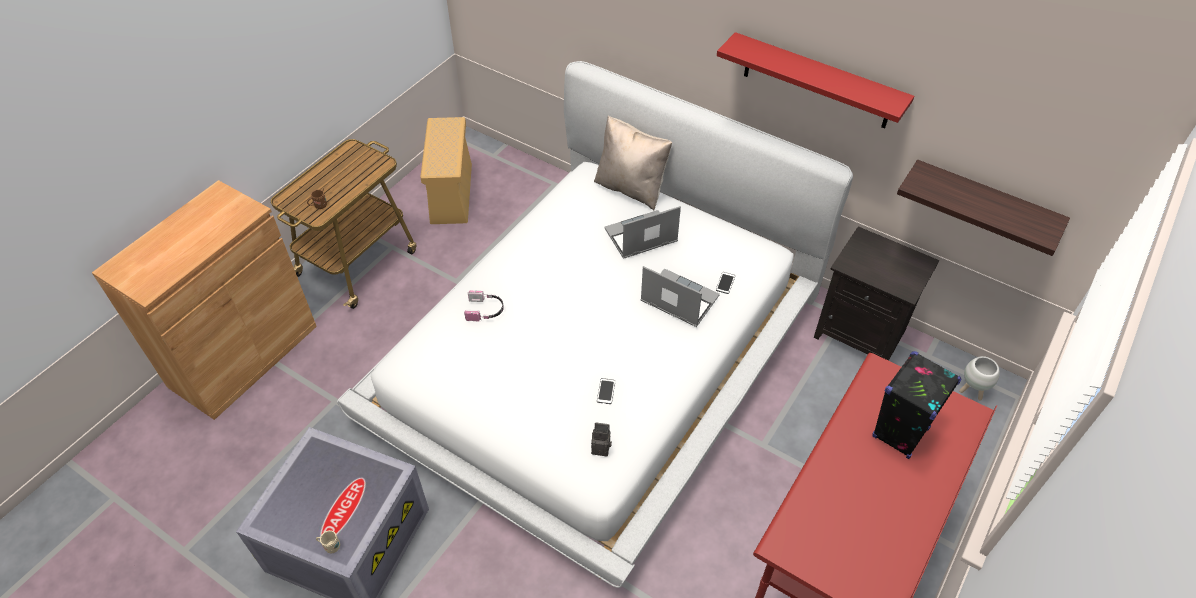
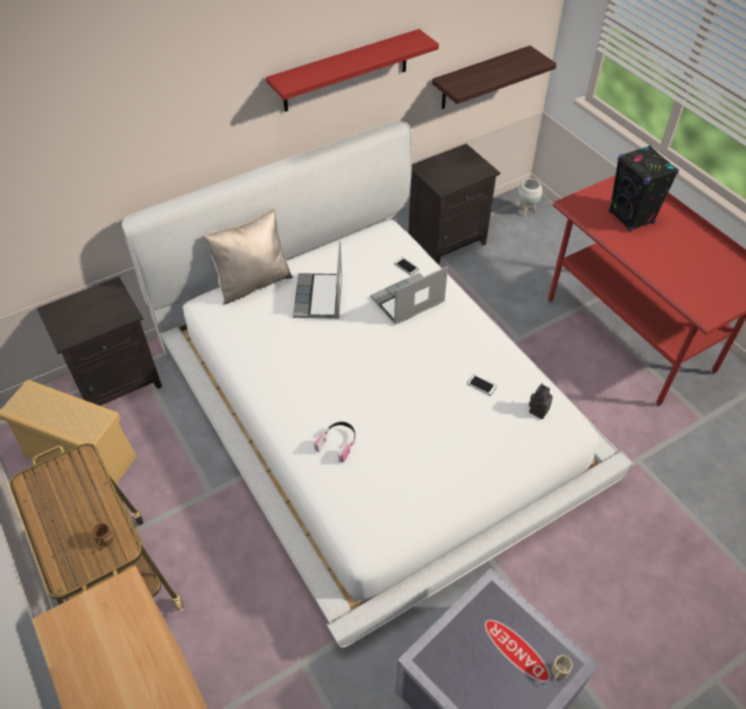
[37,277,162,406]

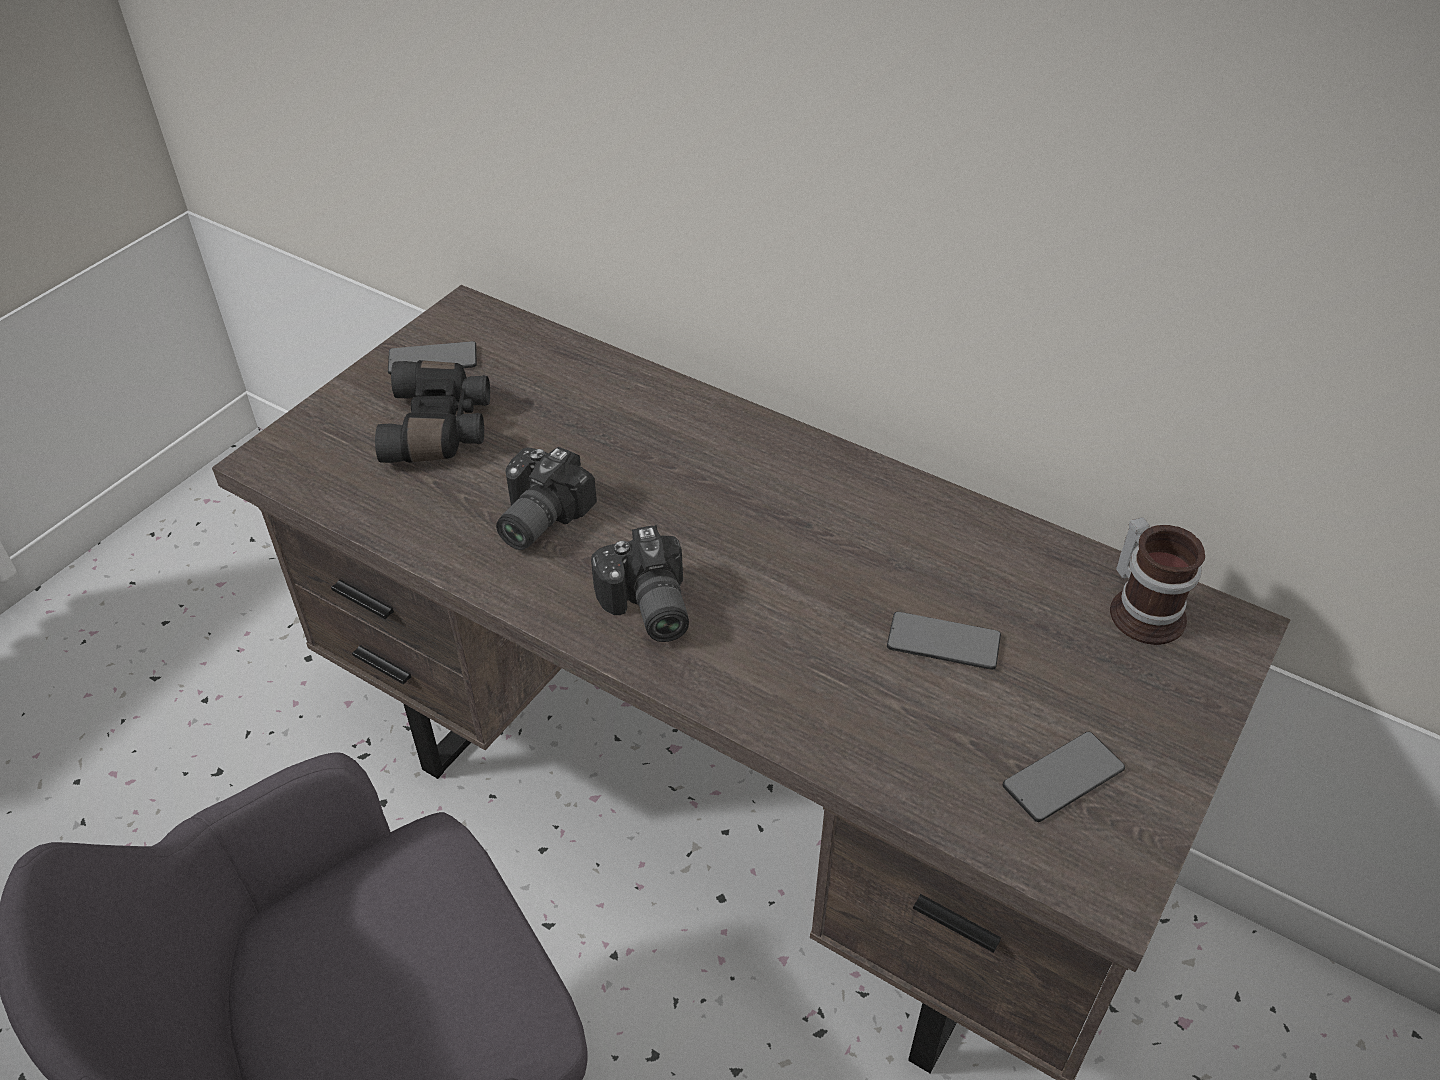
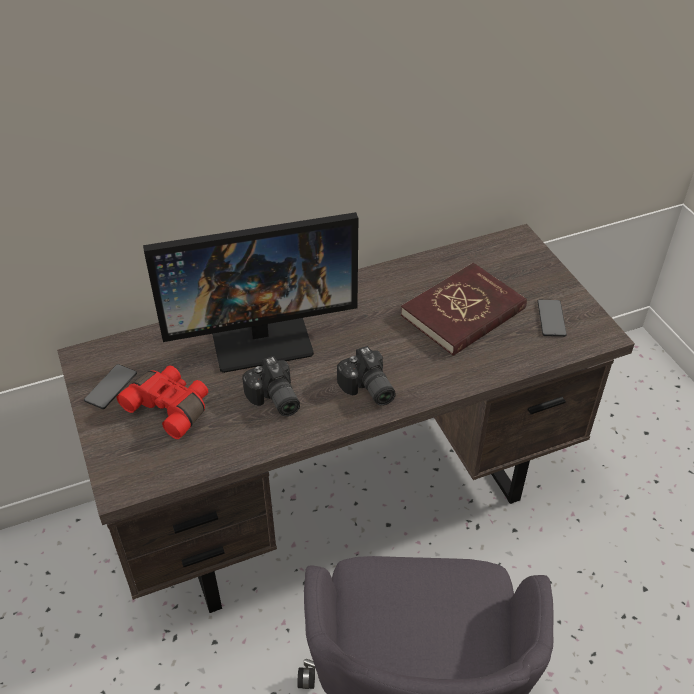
[117,366,208,439]
[337,346,396,406]
[401,263,527,356]
[1110,517,1205,645] (first image)
[143,212,358,373]

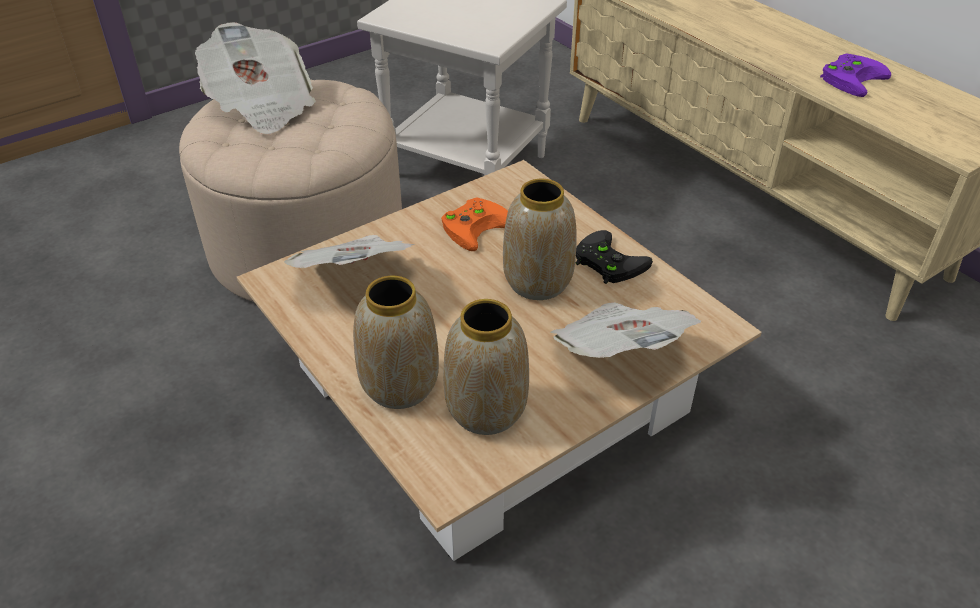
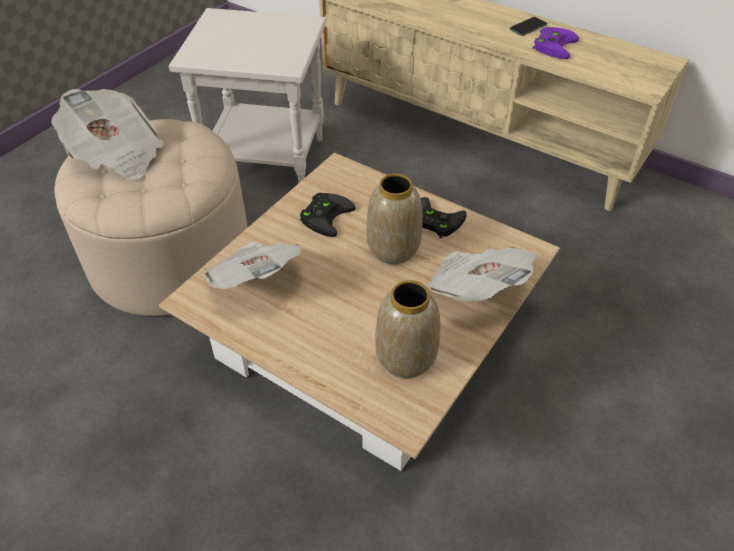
[353,276,439,409] (first image)
[300,193,356,237]
[509,17,547,36]

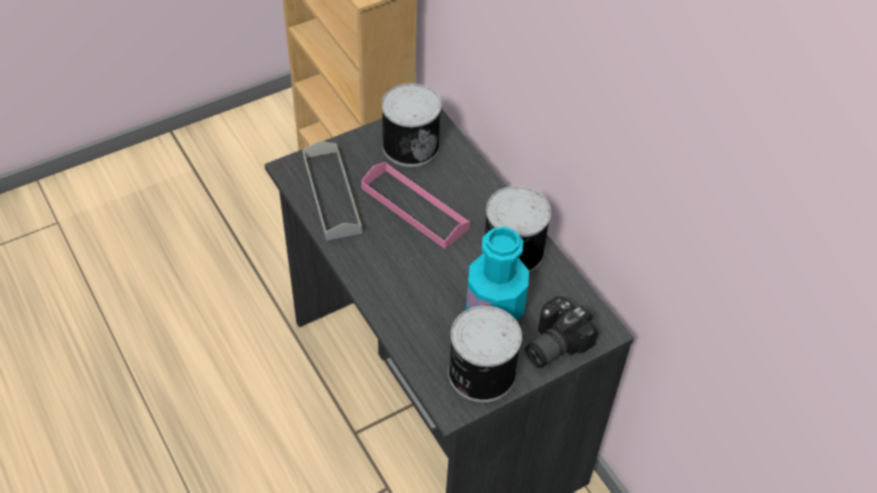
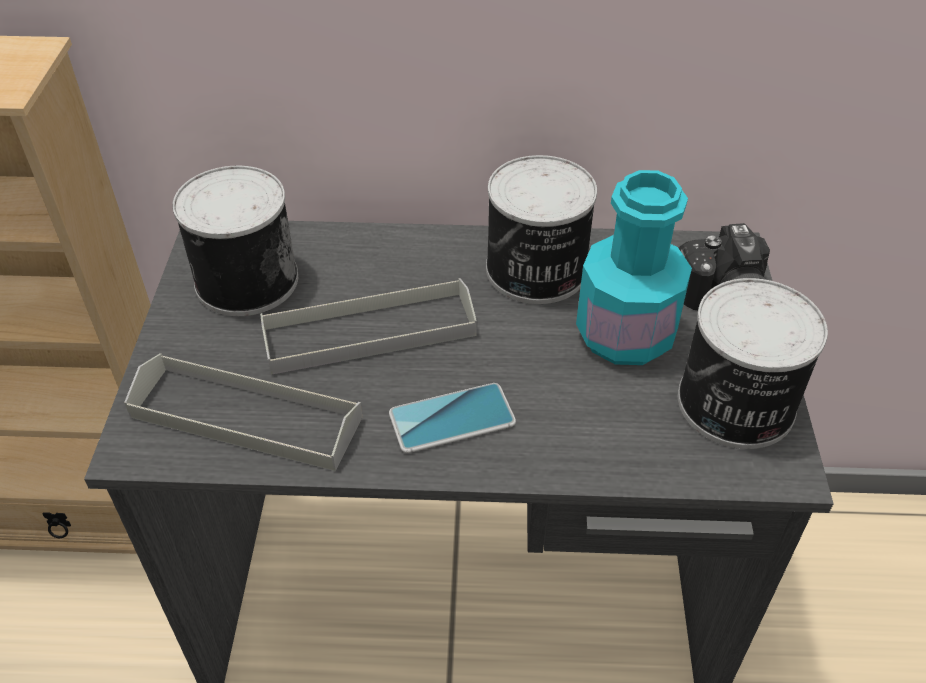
[260,278,477,375]
[389,383,516,453]

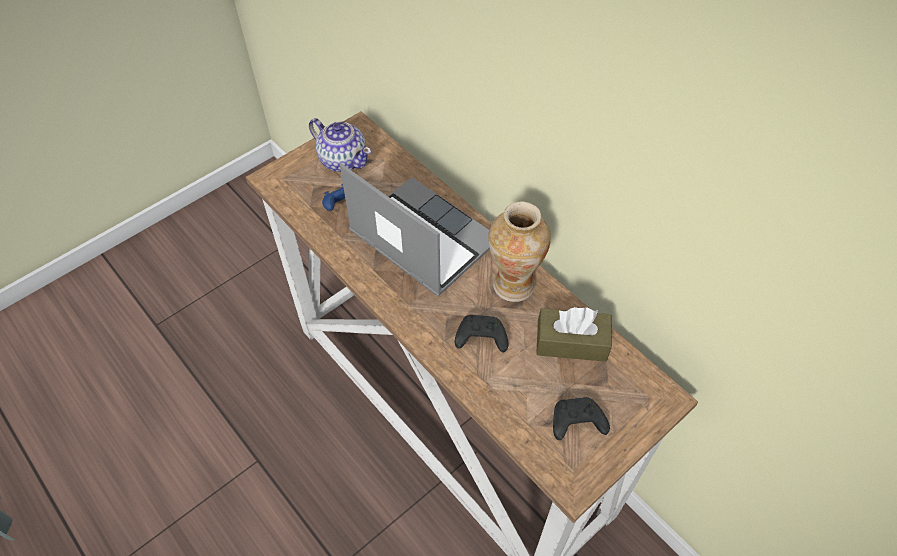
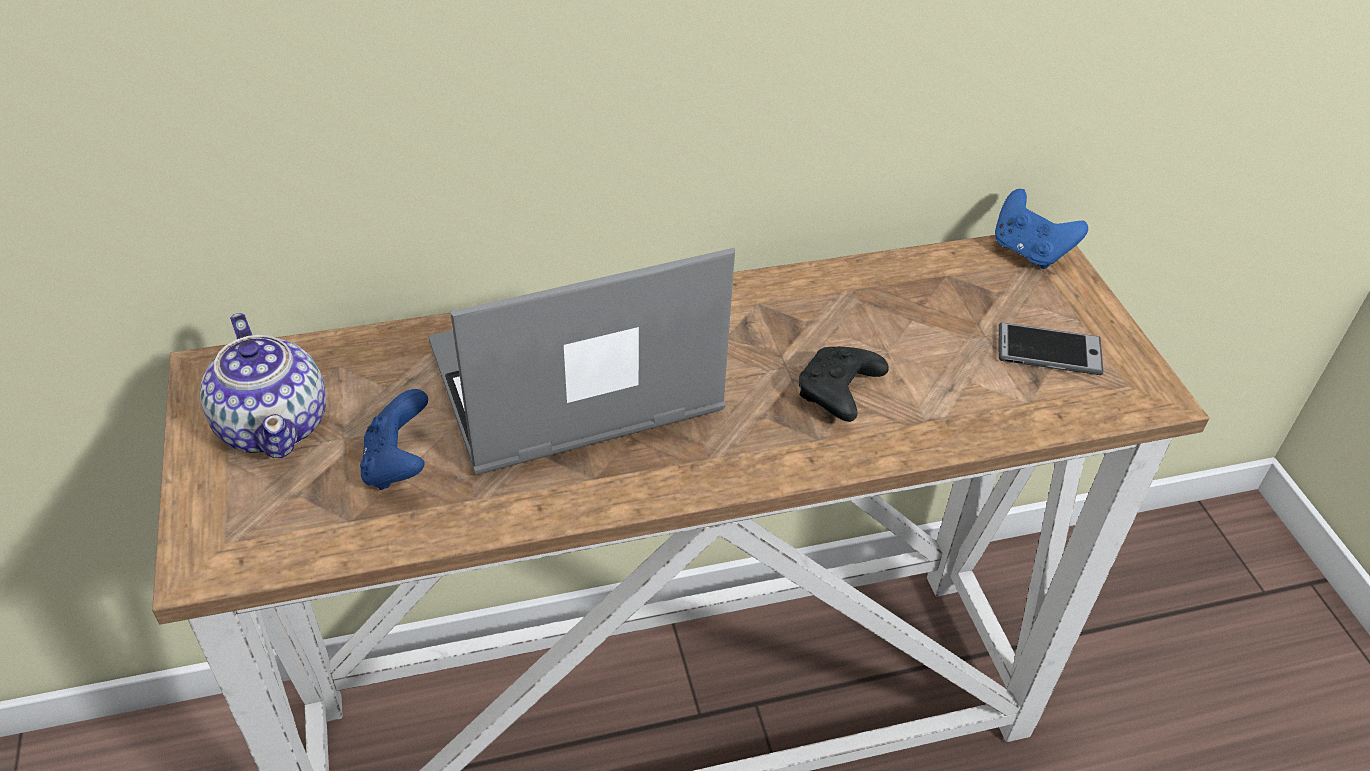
[200,313,326,458]
[488,201,551,302] (first image)
[536,307,612,362] (first image)
[999,322,1103,375]
[995,189,1088,269]

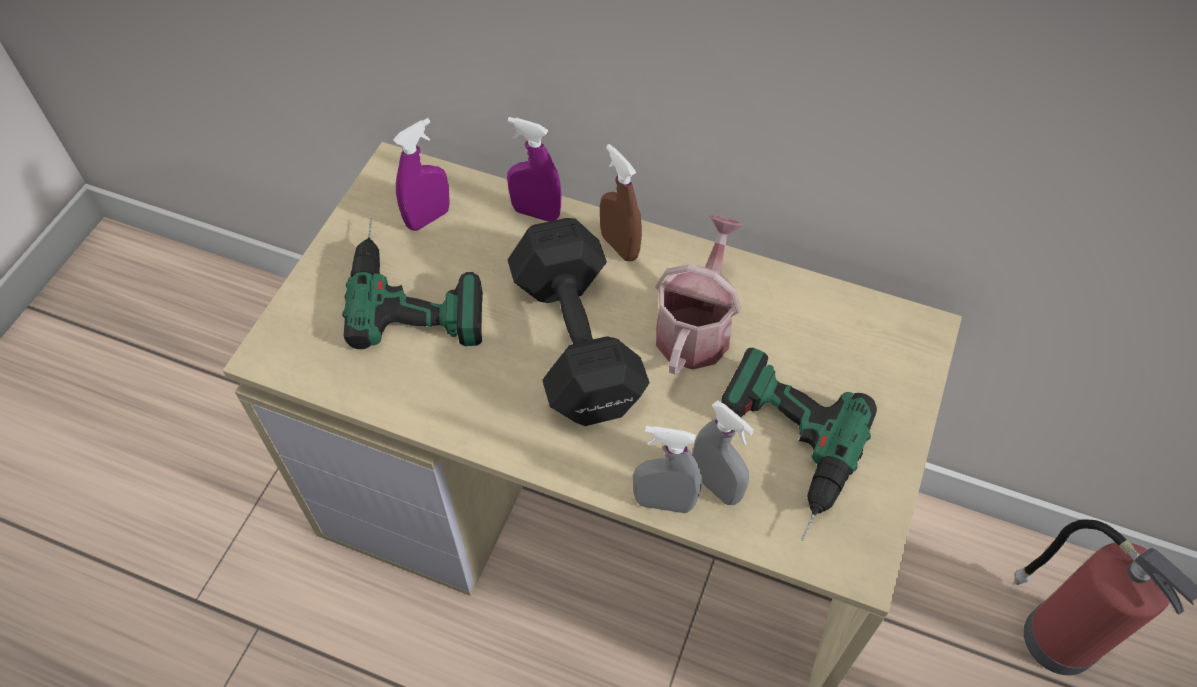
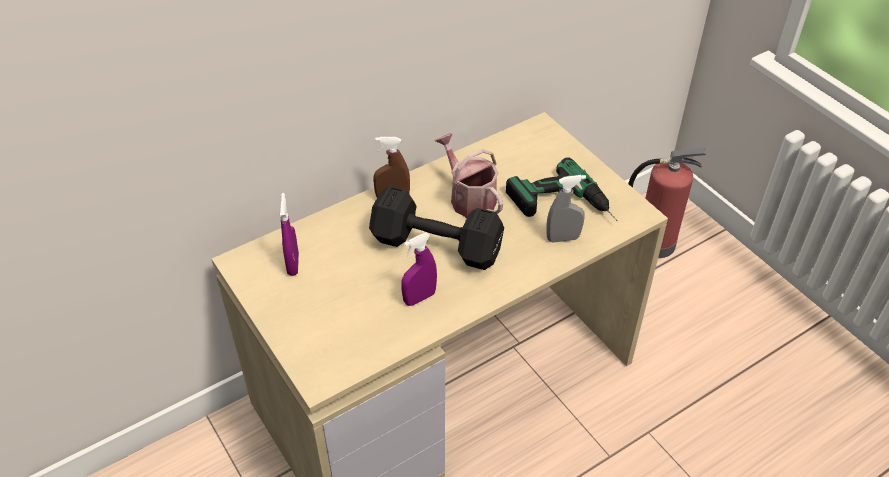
[342,219,483,349] (first image)
[401,233,437,306]
[633,426,702,513] (first image)

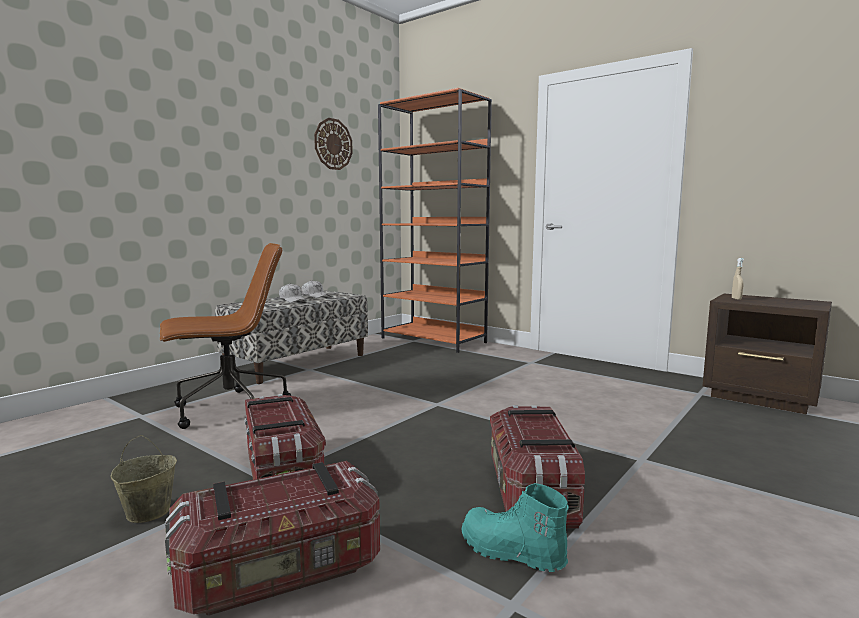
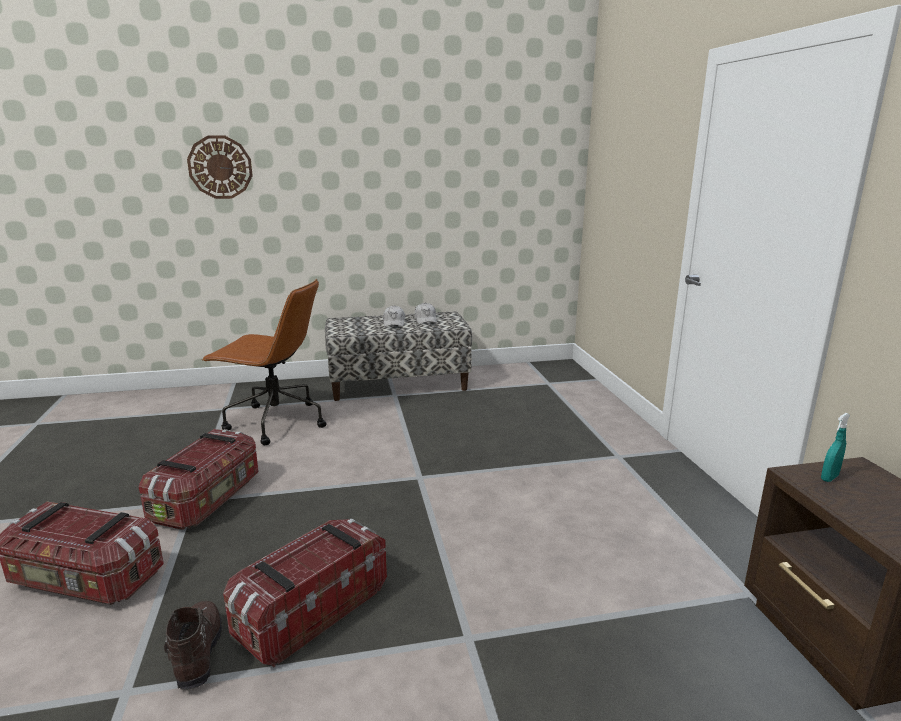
[110,435,177,523] (first image)
[187,135,253,199]
[378,88,492,353] (first image)
[164,601,222,690]
[821,413,850,482]

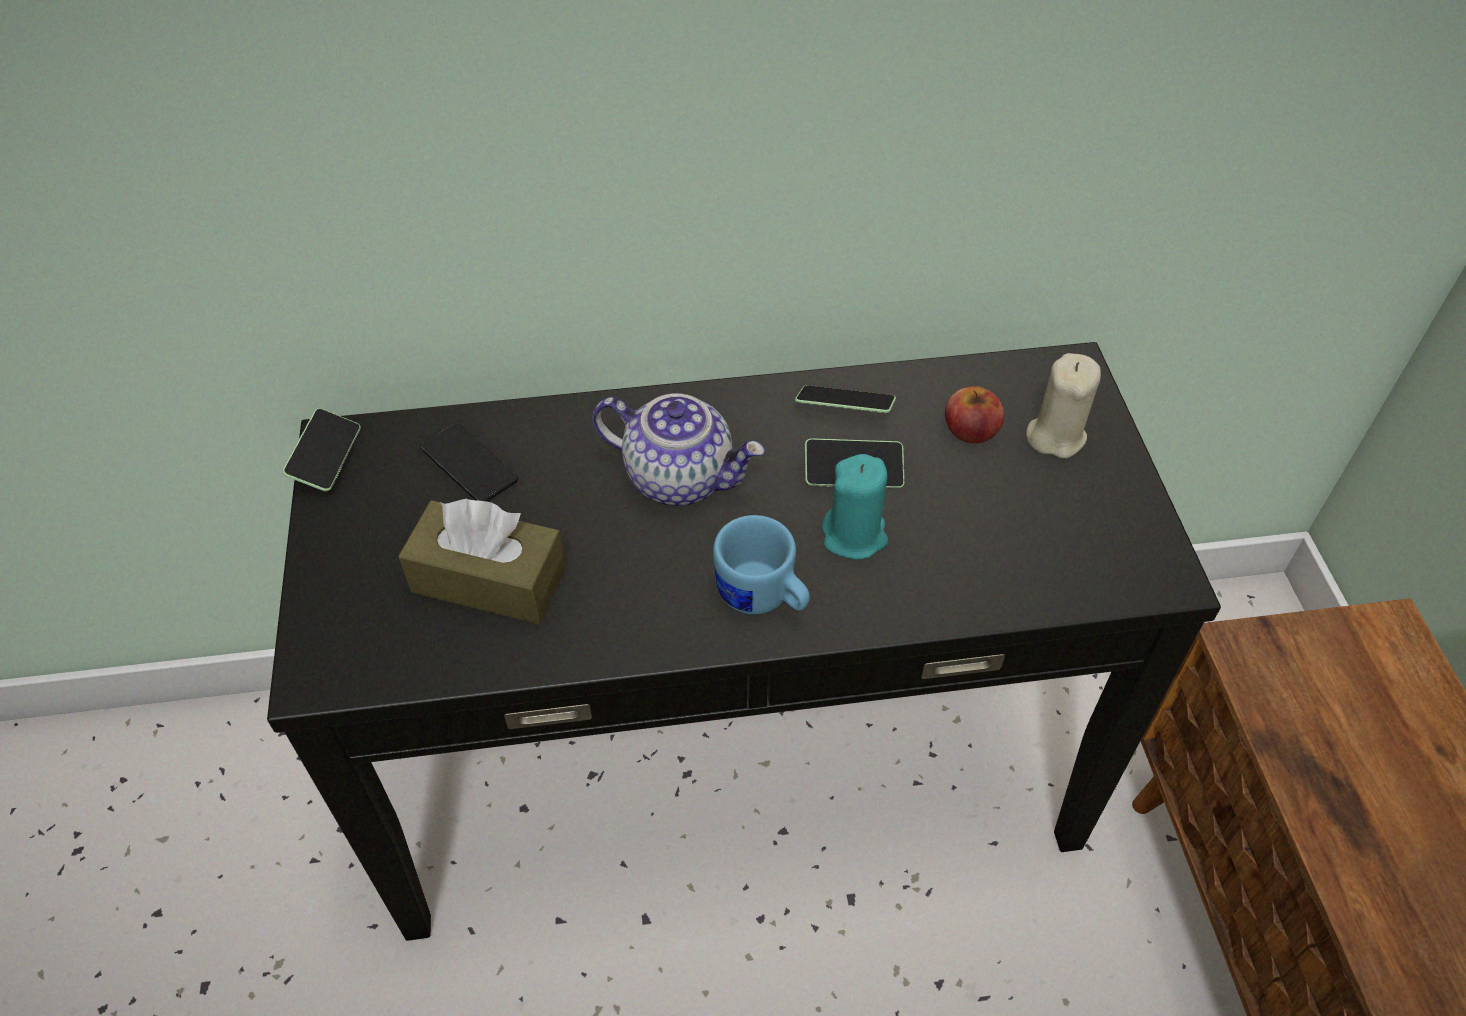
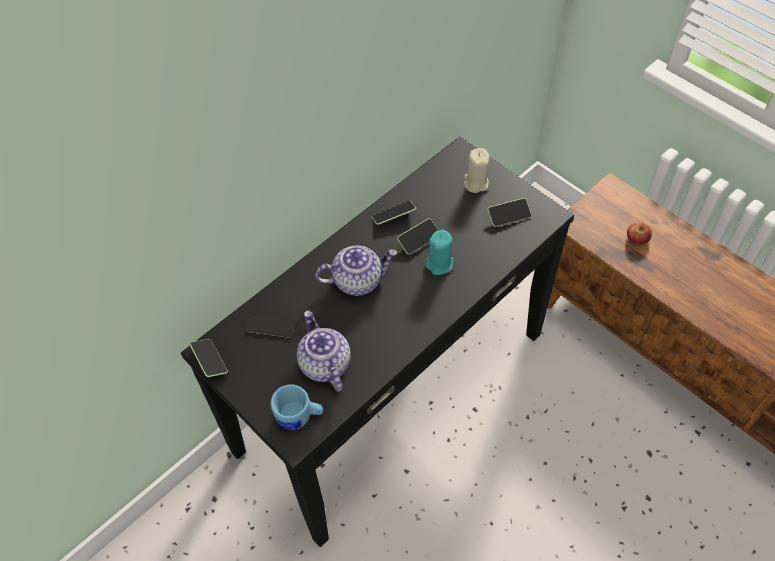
[297,310,351,392]
[271,384,323,430]
[627,222,652,246]
[487,198,532,227]

